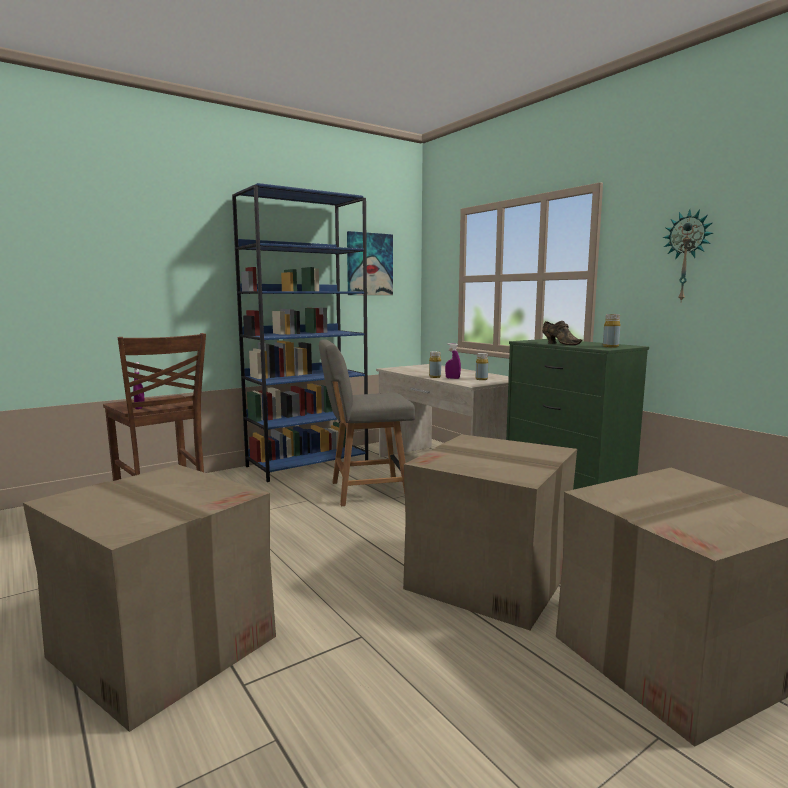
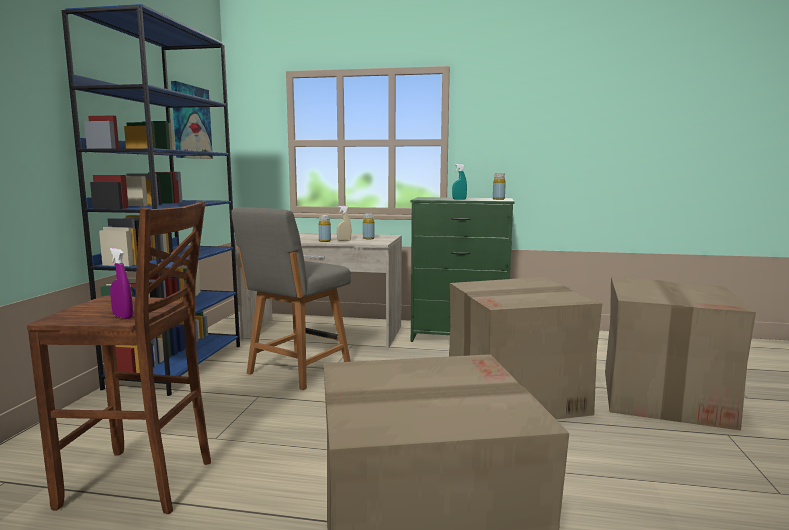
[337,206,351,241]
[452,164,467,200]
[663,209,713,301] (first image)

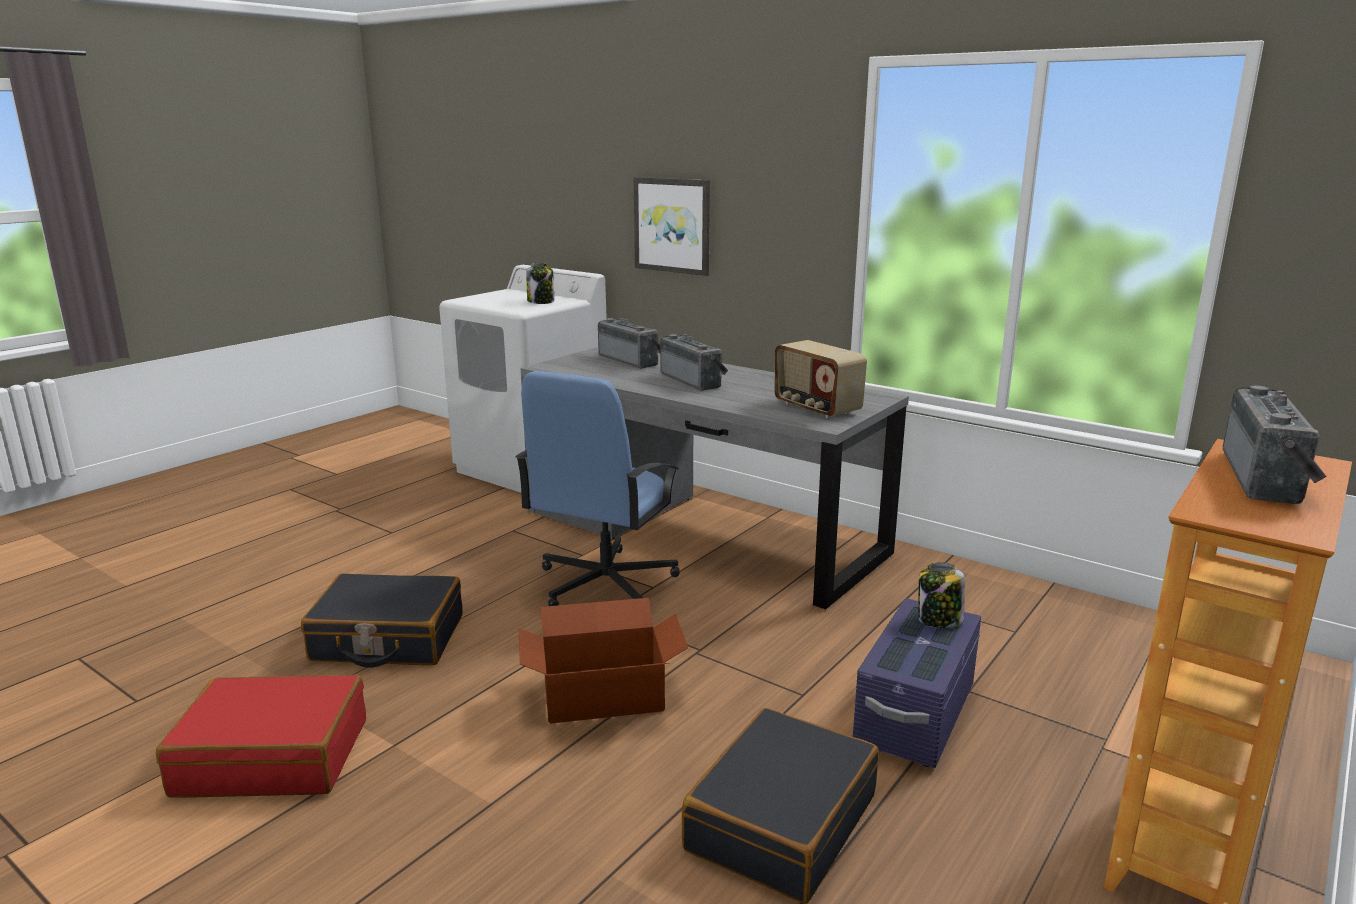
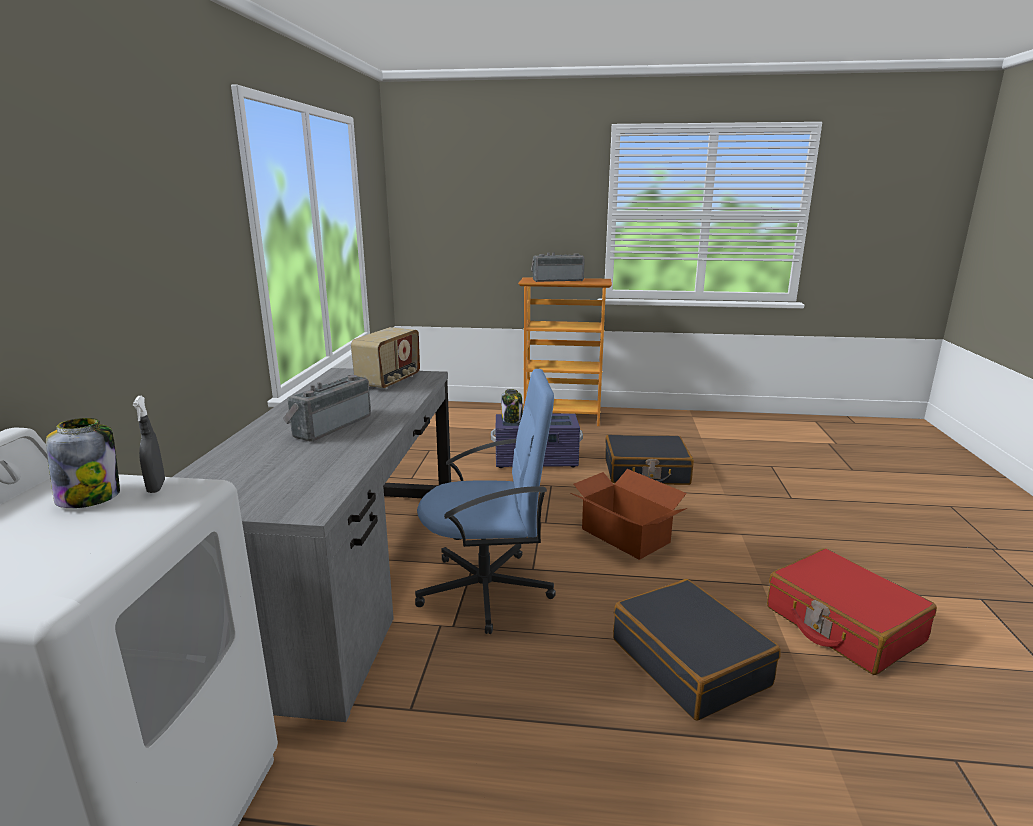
[598,318,660,369] (first image)
[634,177,710,276] (first image)
[133,396,165,493]

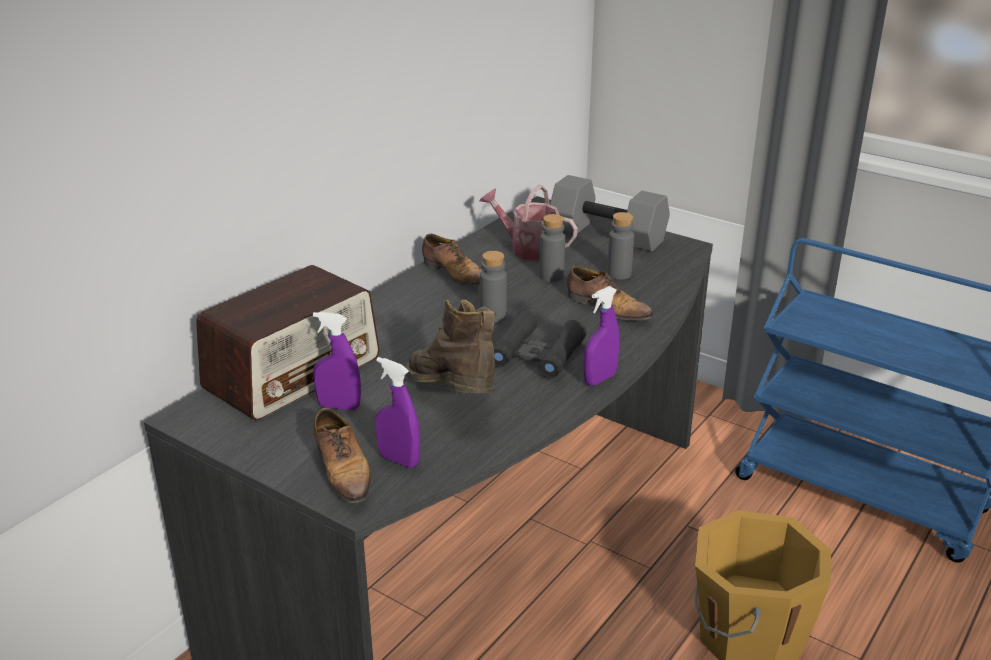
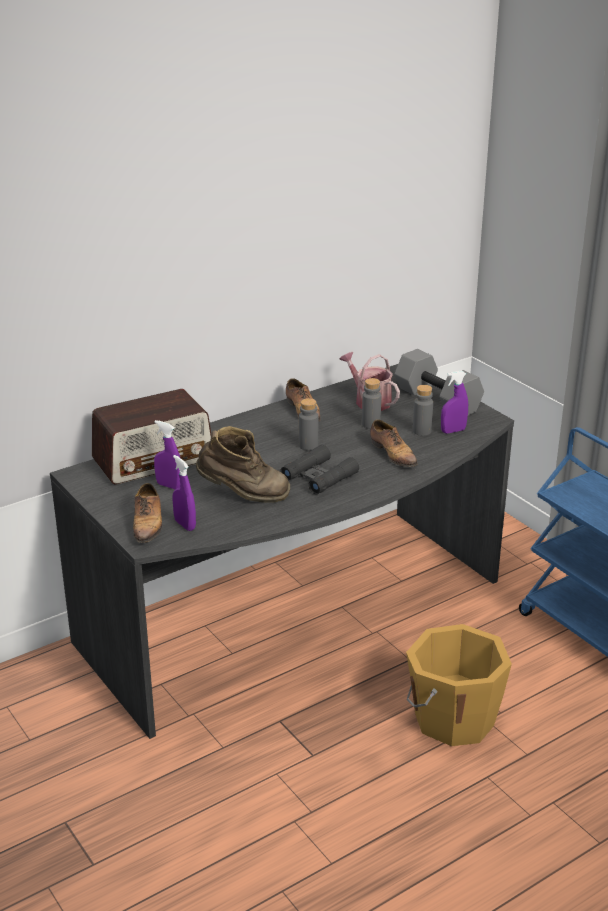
[196,426,290,503]
[441,371,468,433]

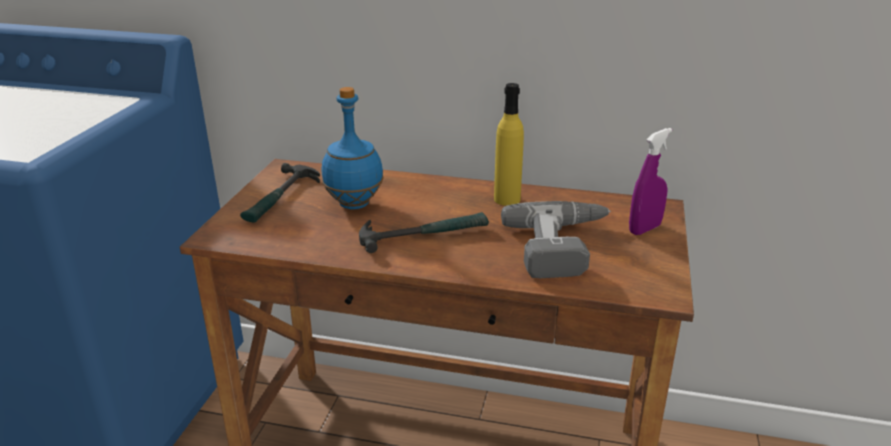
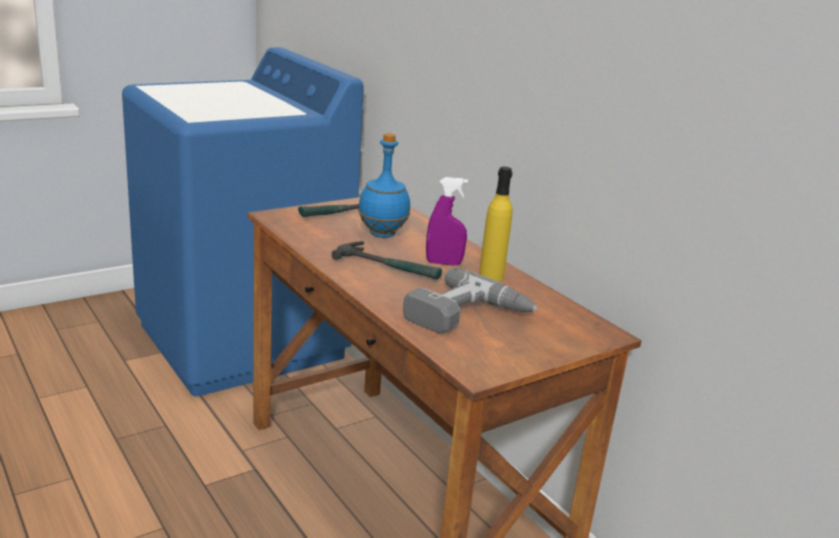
[426,177,468,266]

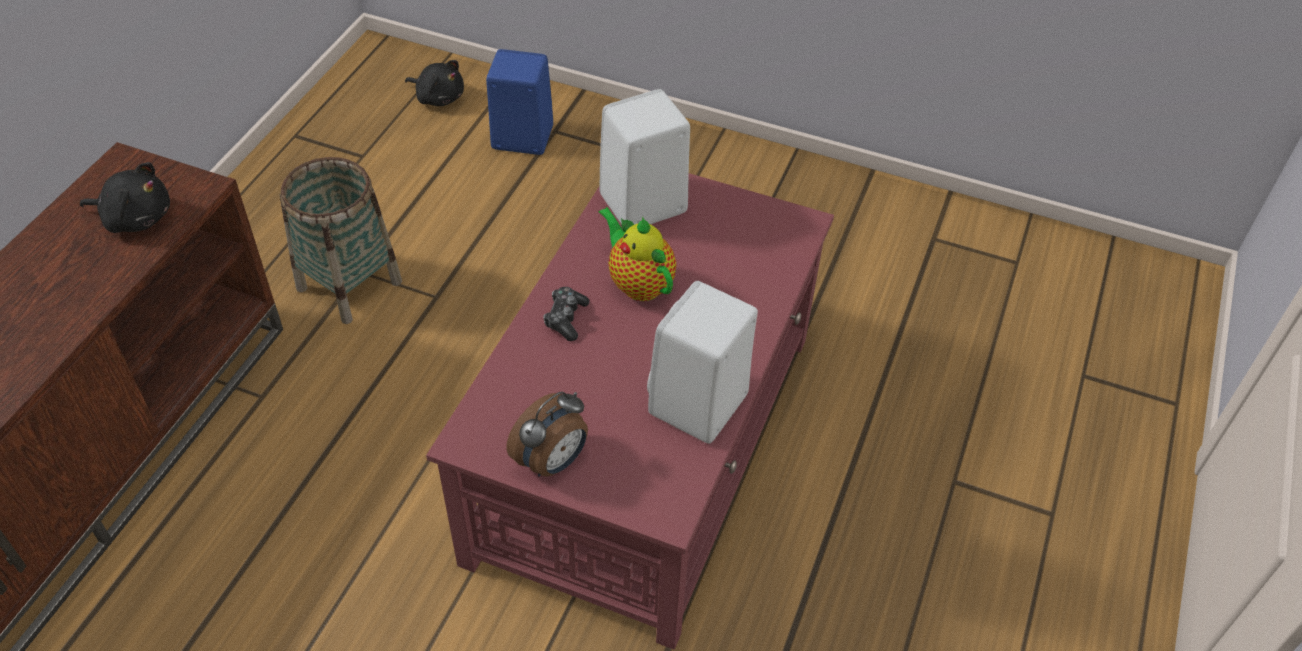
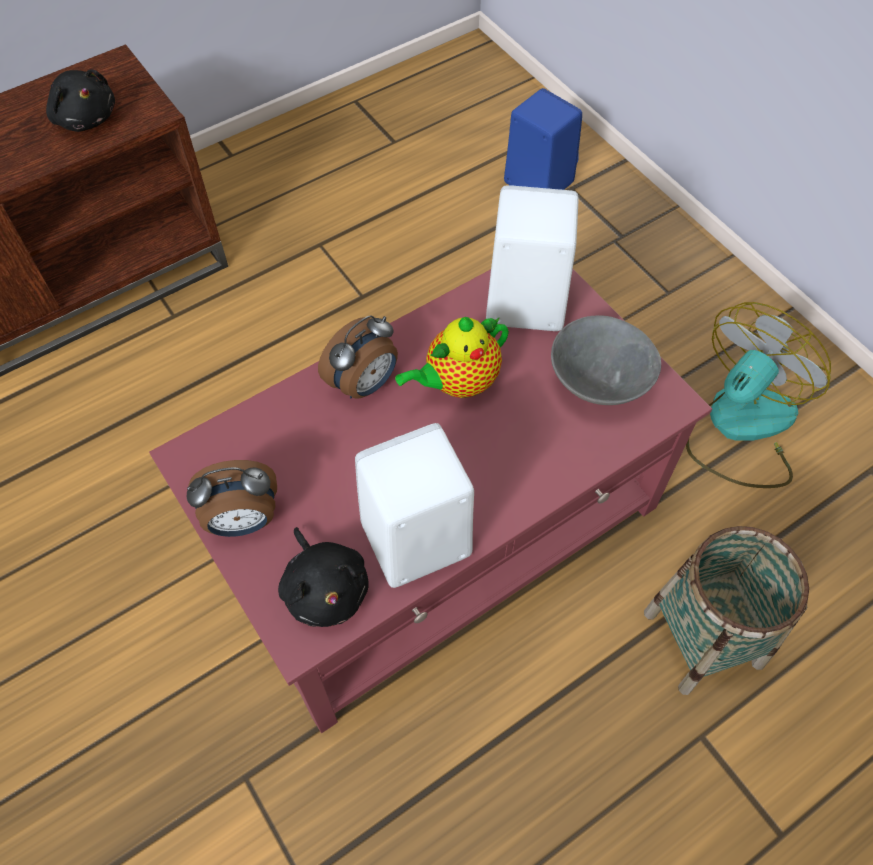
[644,526,809,695]
[278,527,369,627]
[318,315,398,399]
[395,317,509,398]
[551,315,661,405]
[686,302,831,488]

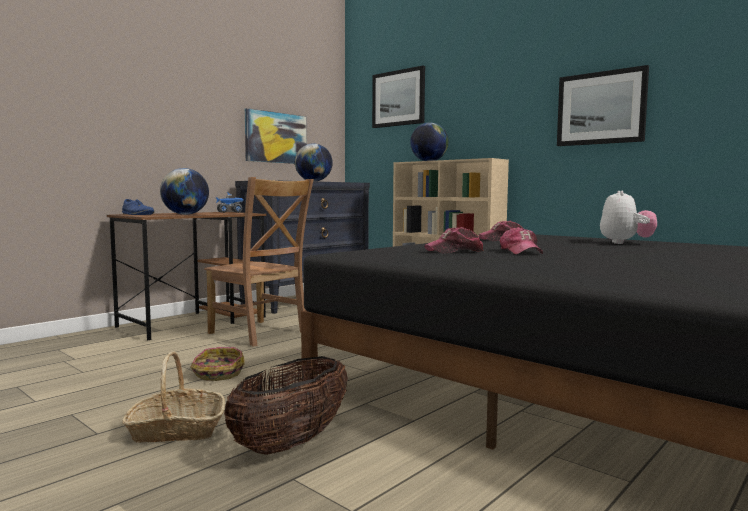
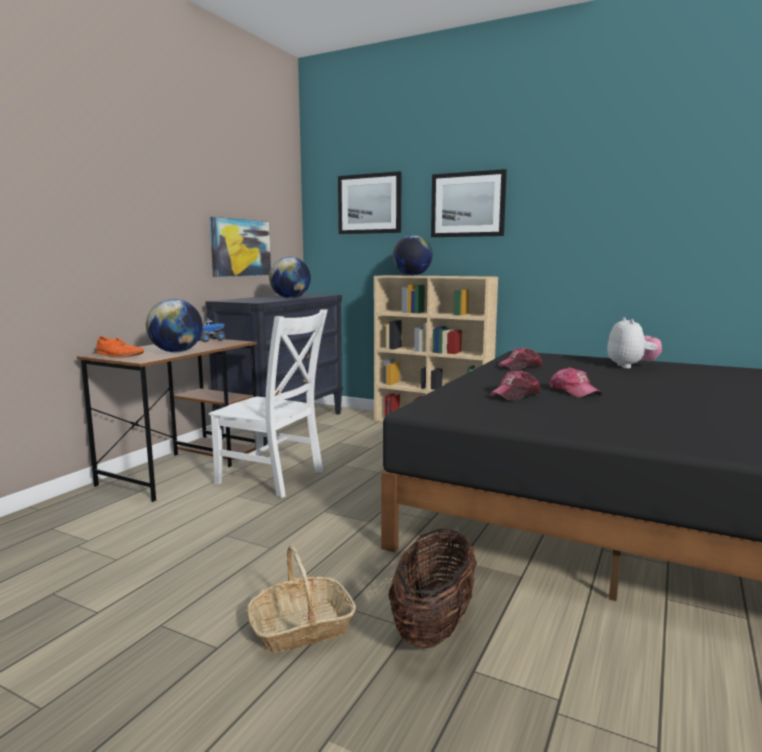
[96,336,144,358]
[190,347,245,381] (first image)
[208,310,328,498]
[431,169,507,237]

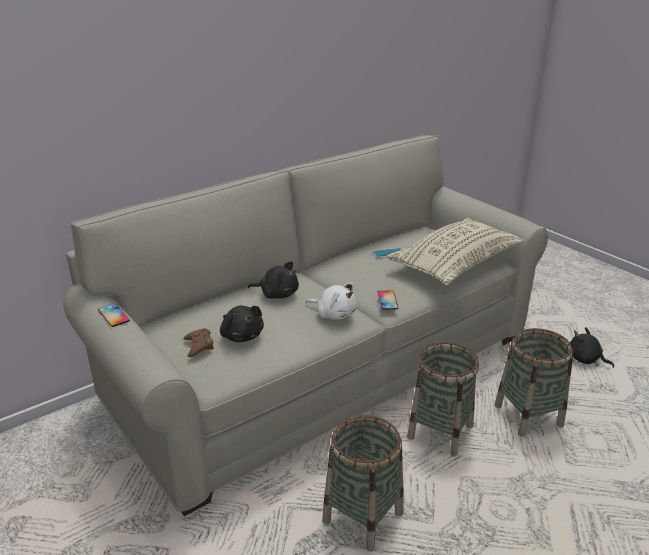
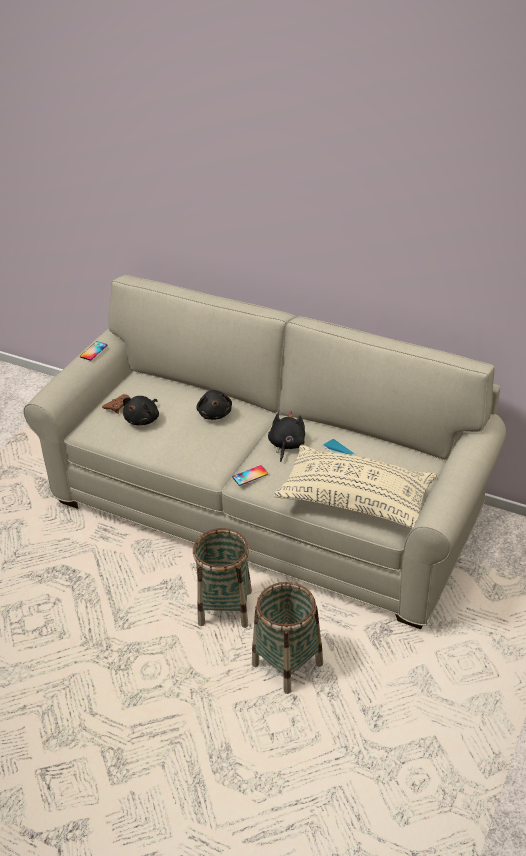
[307,283,357,320] (first image)
[322,415,404,552] (first image)
[268,411,305,462]

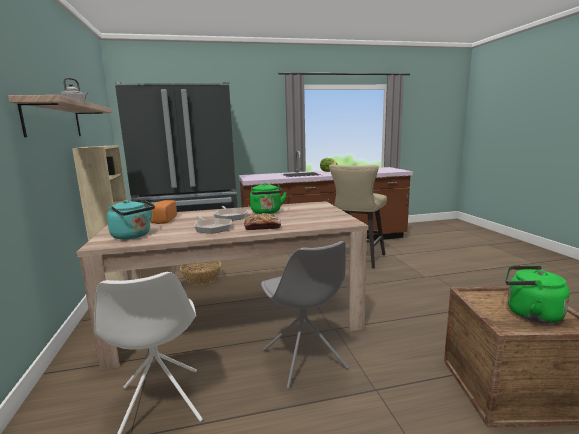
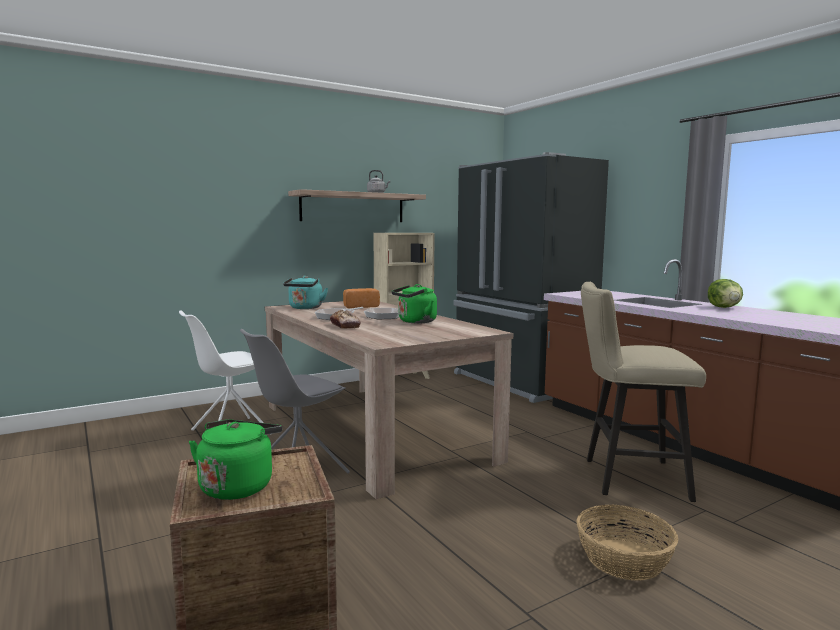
[577,505,678,581]

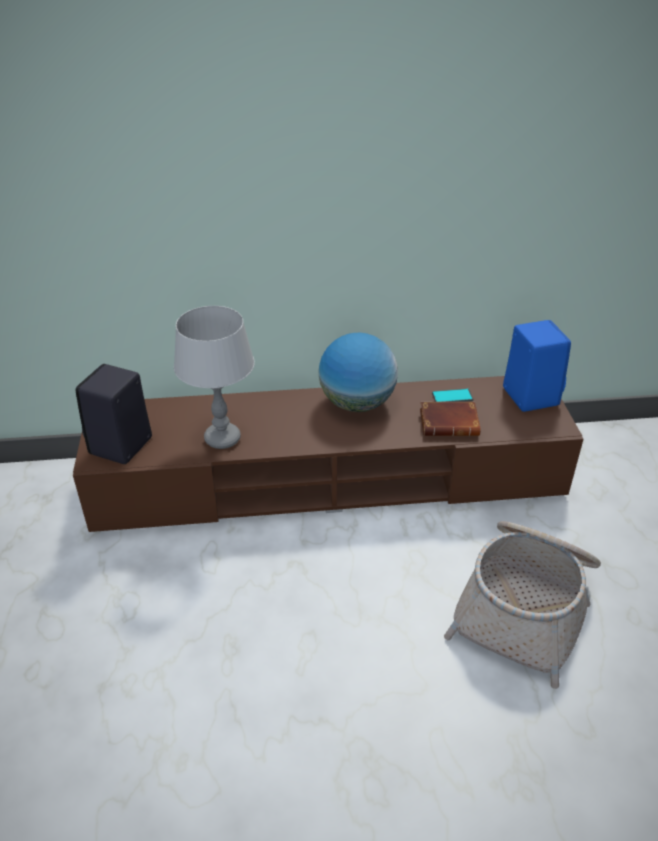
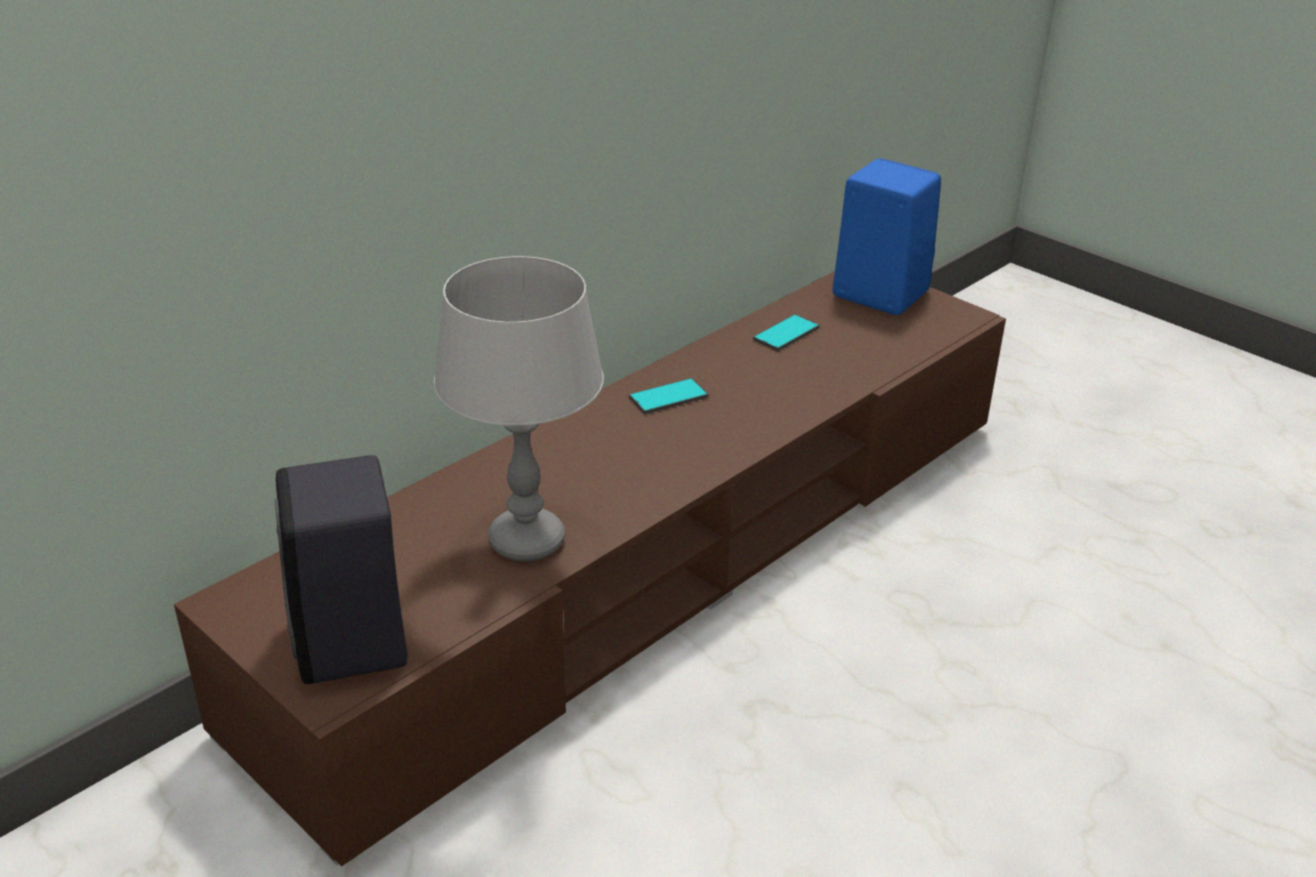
[629,378,709,414]
[420,402,480,436] (first image)
[444,521,601,689] (first image)

